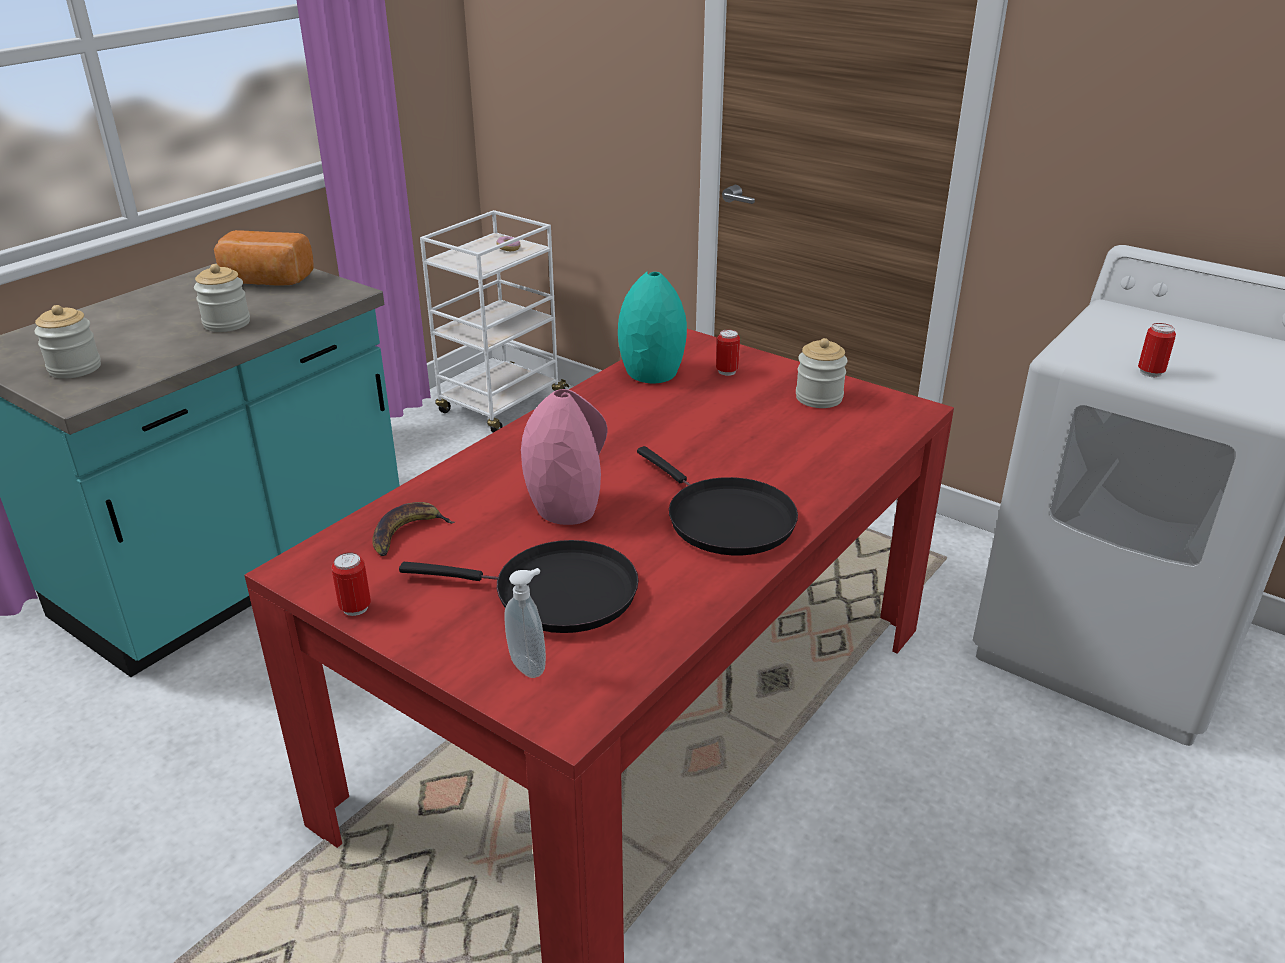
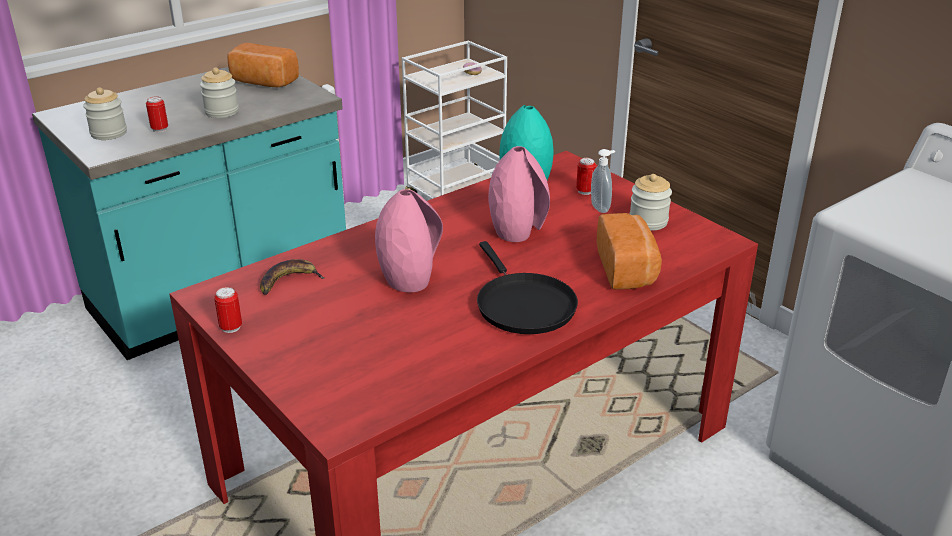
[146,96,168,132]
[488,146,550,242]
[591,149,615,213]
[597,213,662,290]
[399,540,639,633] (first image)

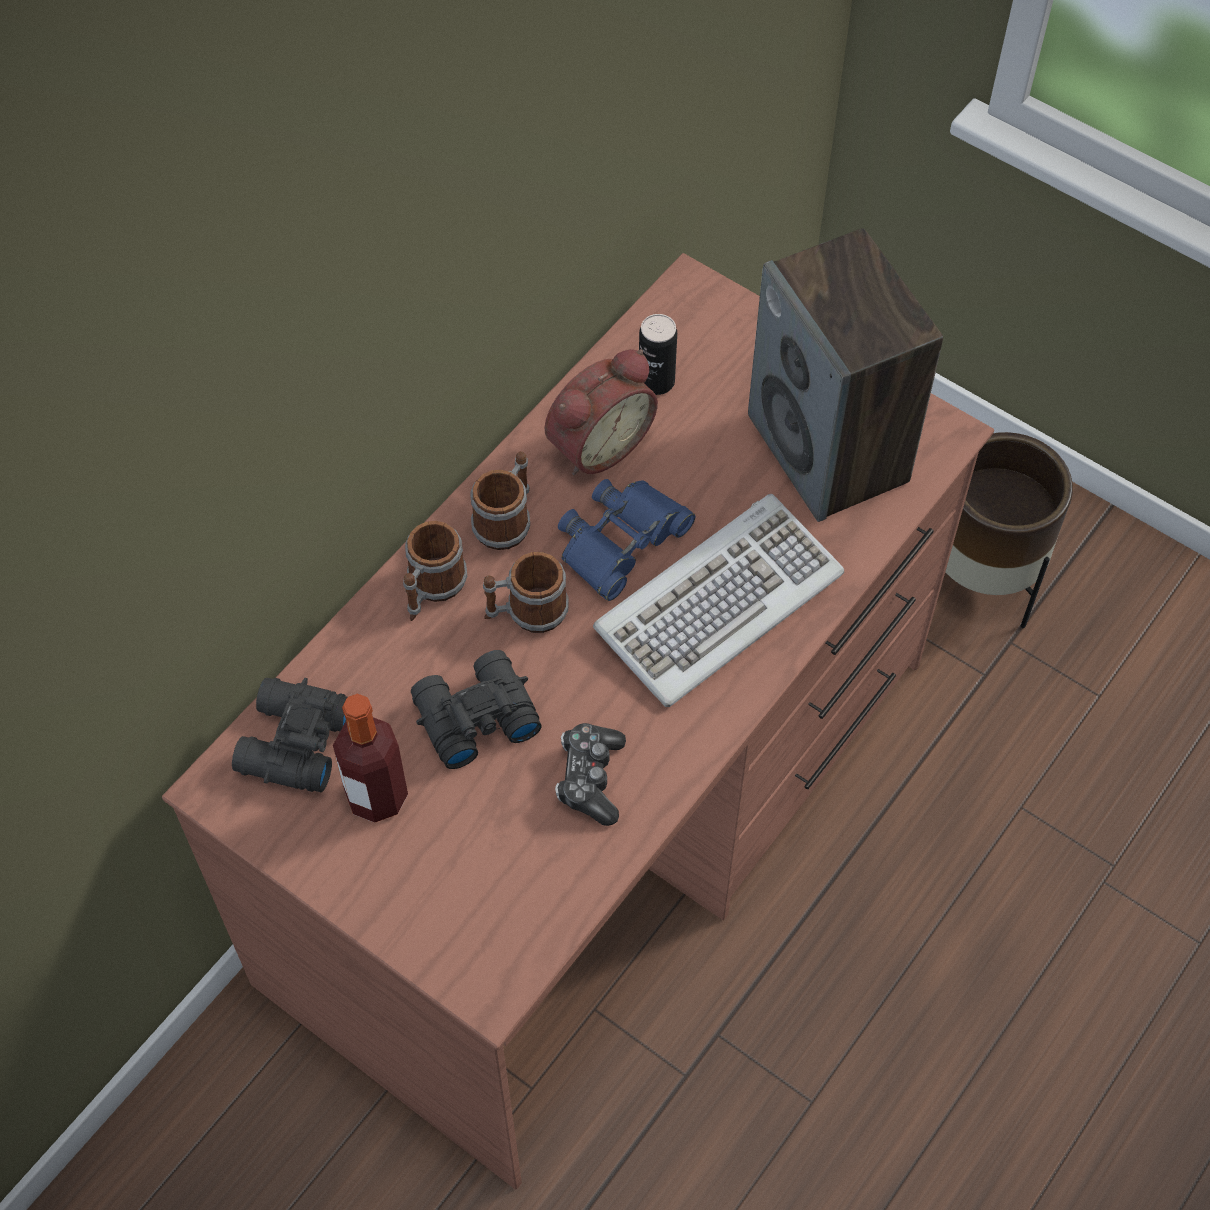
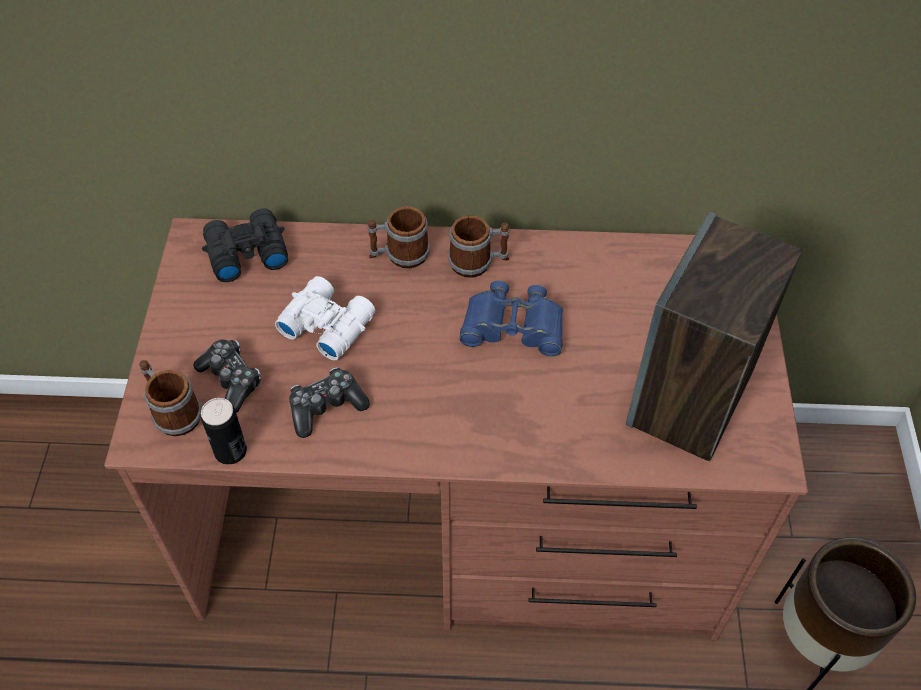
[139,360,202,436]
[193,339,261,413]
[201,398,247,465]
[275,276,375,360]
[333,694,408,823] (first image)
[545,349,658,476] (first image)
[593,494,844,707] (first image)

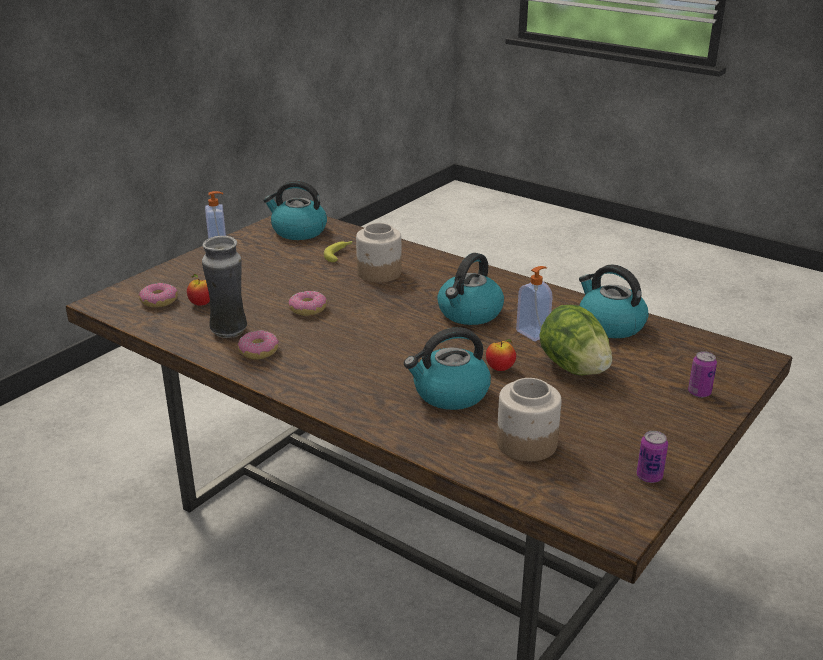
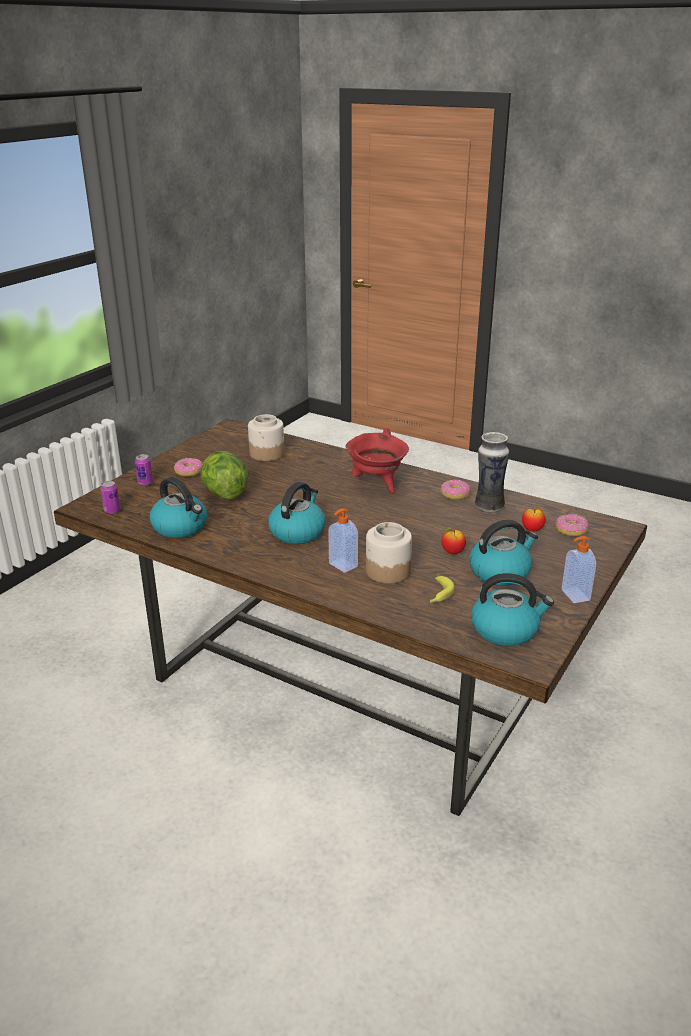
[100,481,120,514]
[174,458,203,477]
[328,508,358,573]
[345,428,409,494]
[441,527,466,554]
[469,519,538,586]

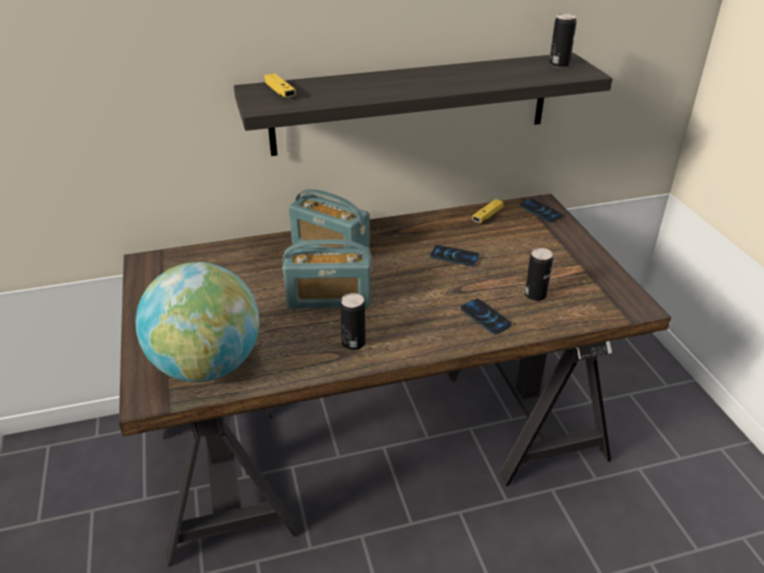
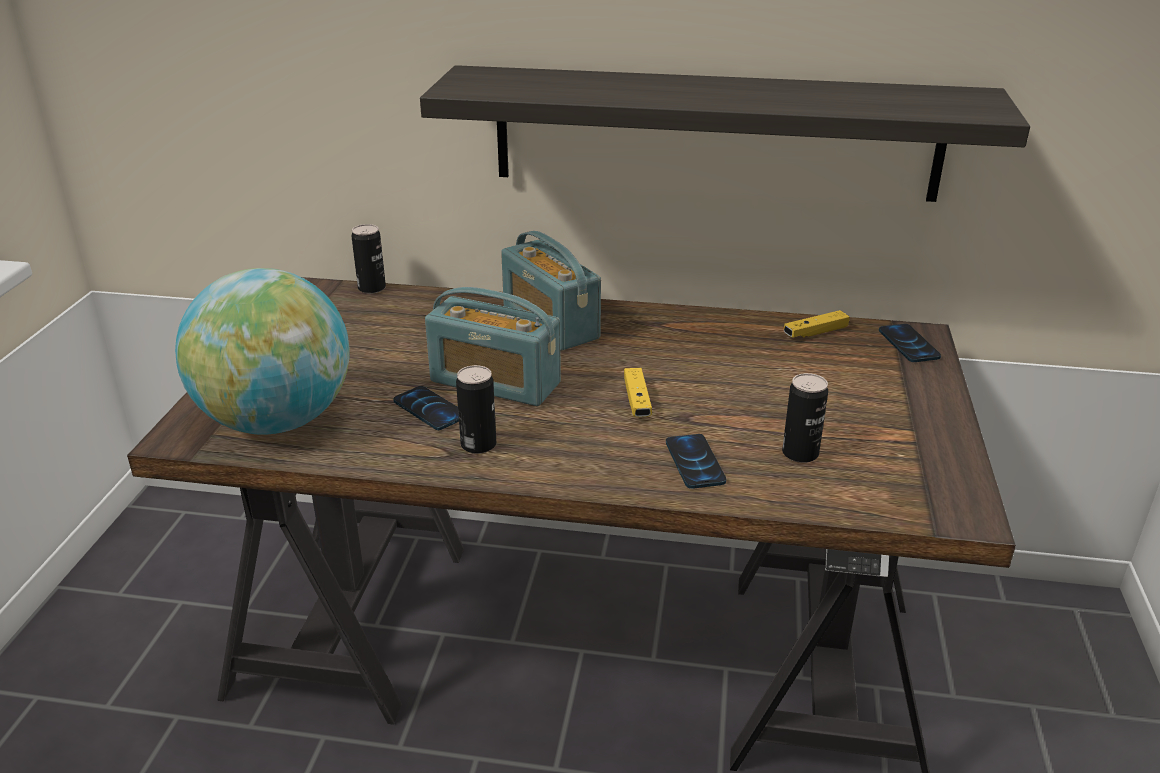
[351,224,386,294]
[393,386,459,430]
[624,368,652,417]

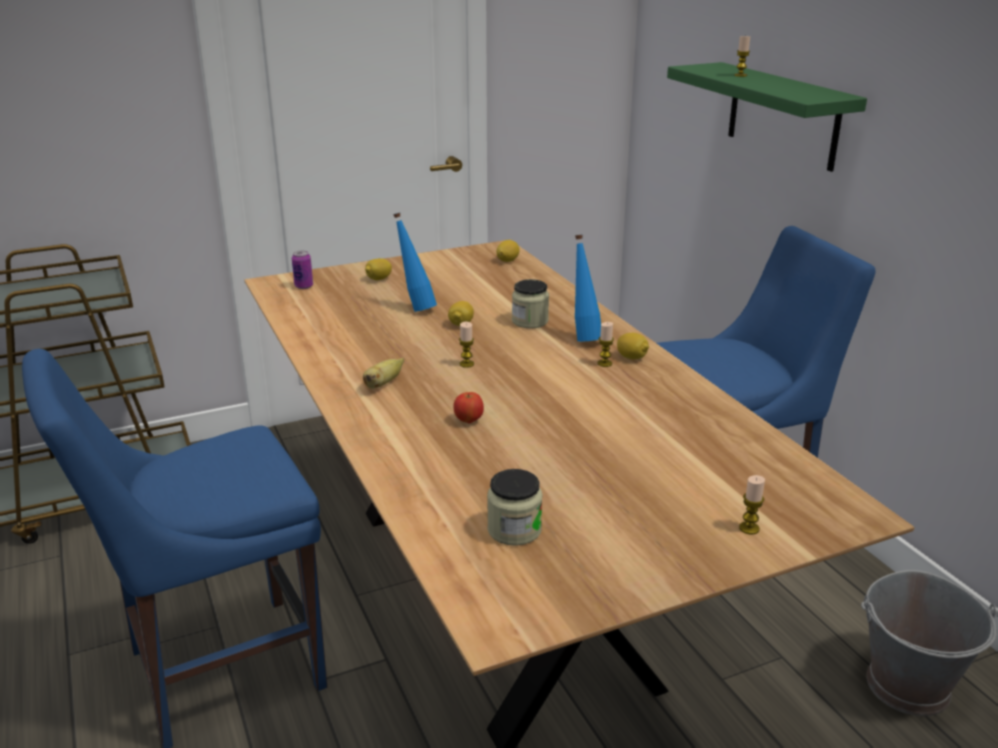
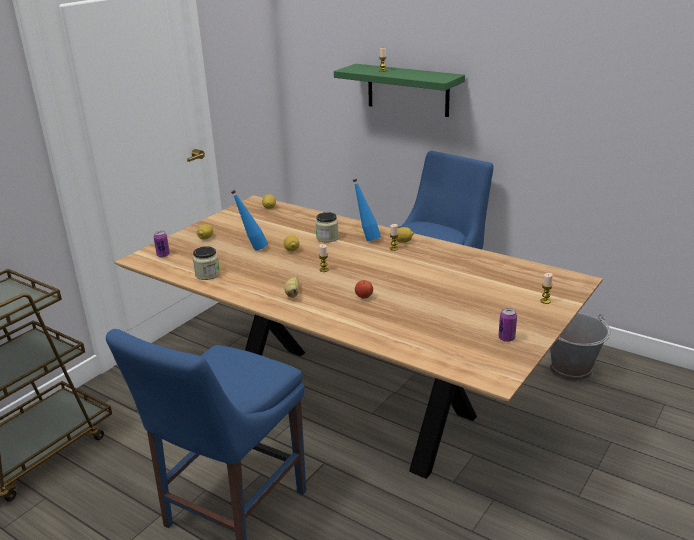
[193,246,220,280]
[499,308,517,342]

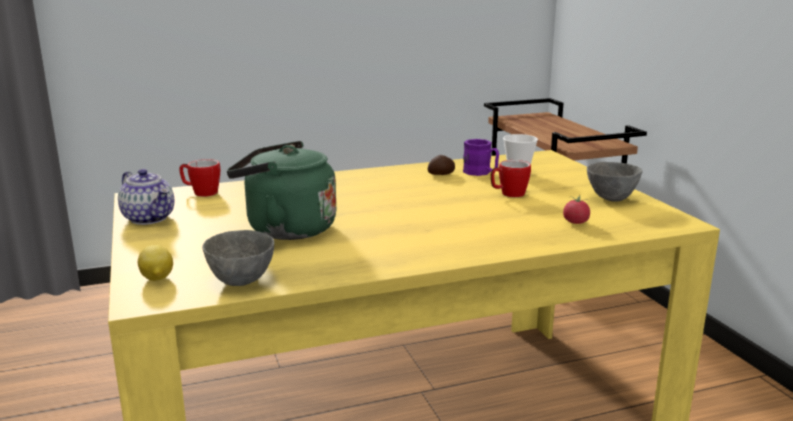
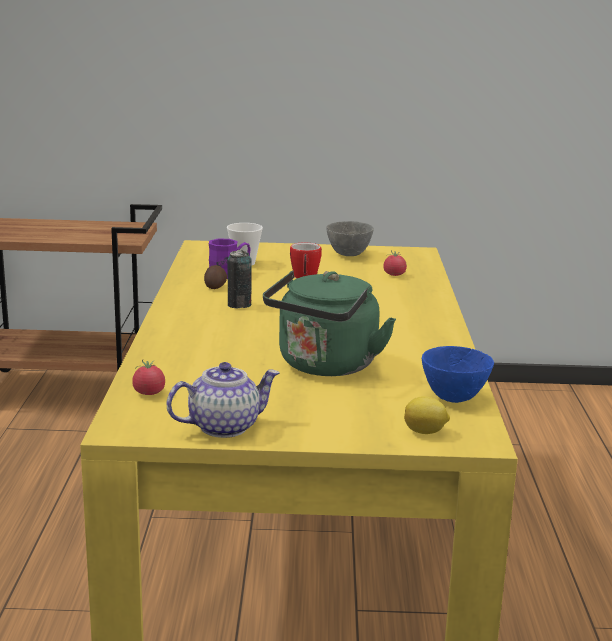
[132,359,165,395]
[228,251,252,308]
[422,346,494,403]

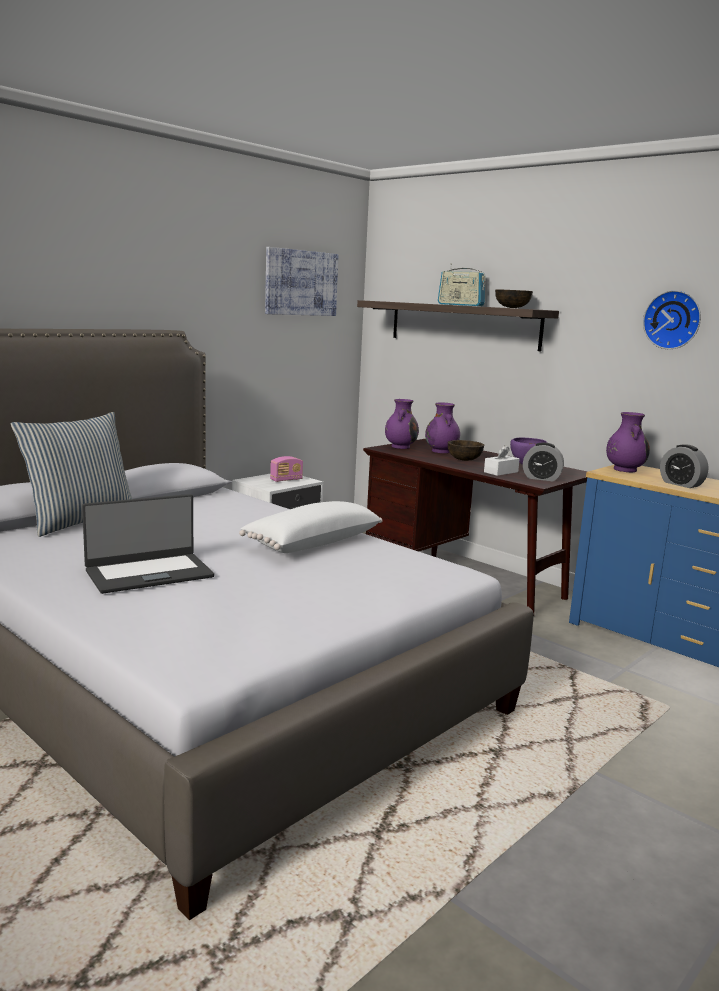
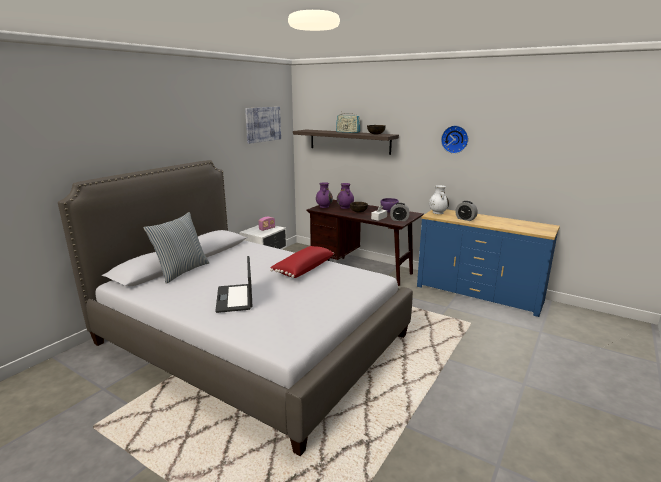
[215,256,253,313]
[270,246,334,278]
[429,185,449,214]

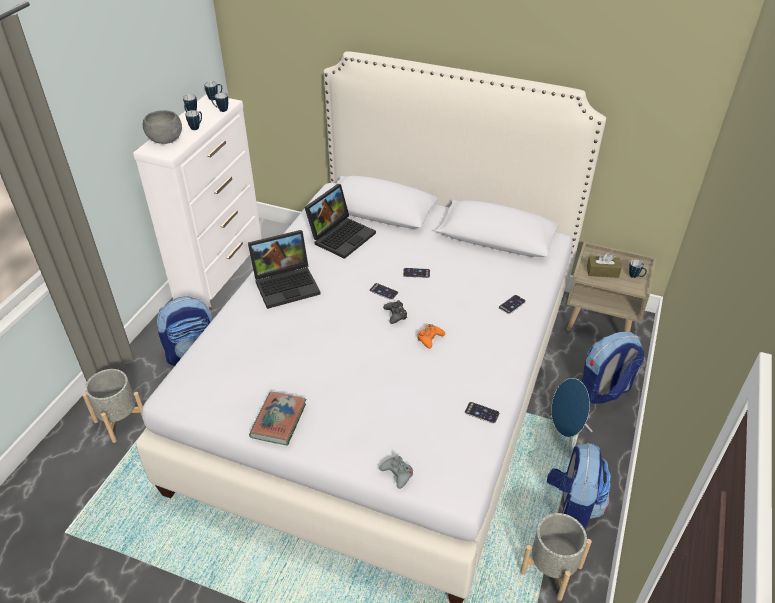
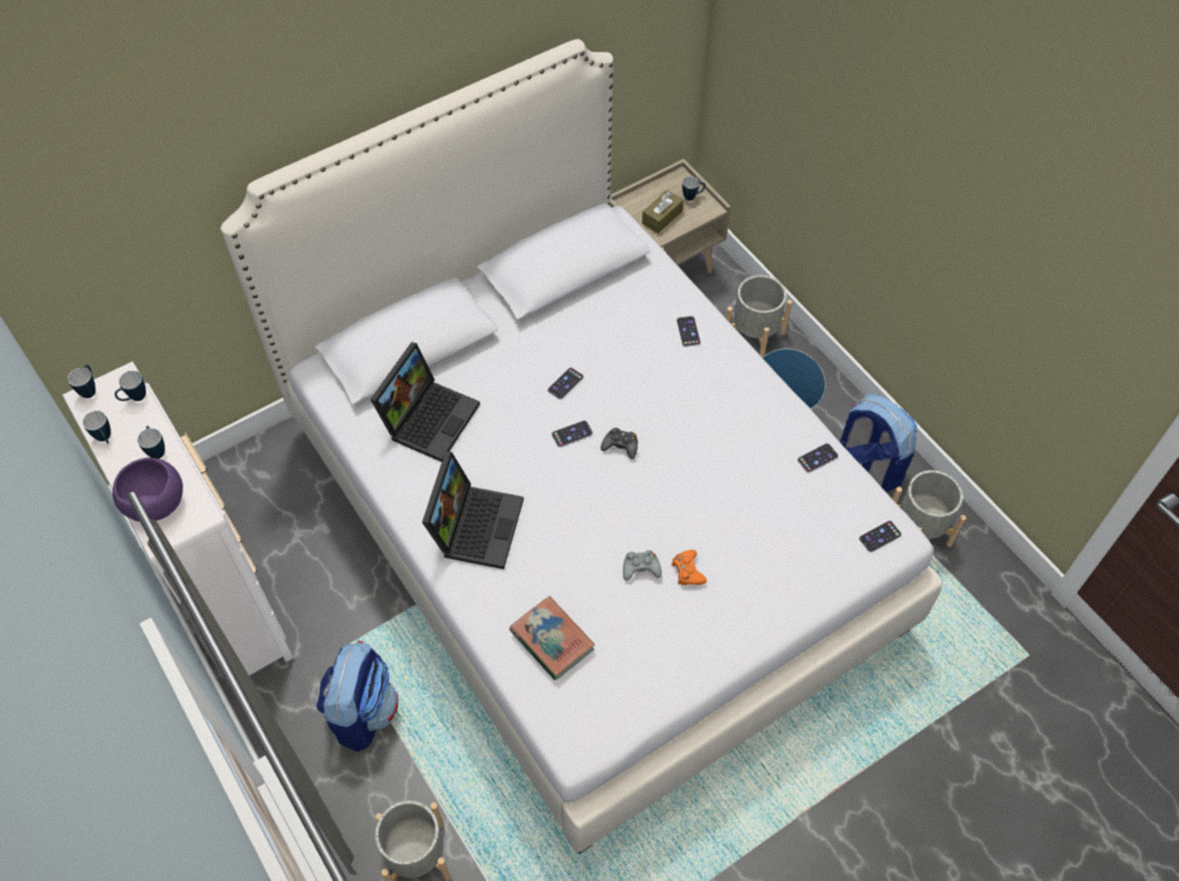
[112,458,183,522]
[370,342,480,462]
[510,596,595,680]
[623,550,662,581]
[671,550,707,585]
[726,275,792,358]
[859,521,902,552]

